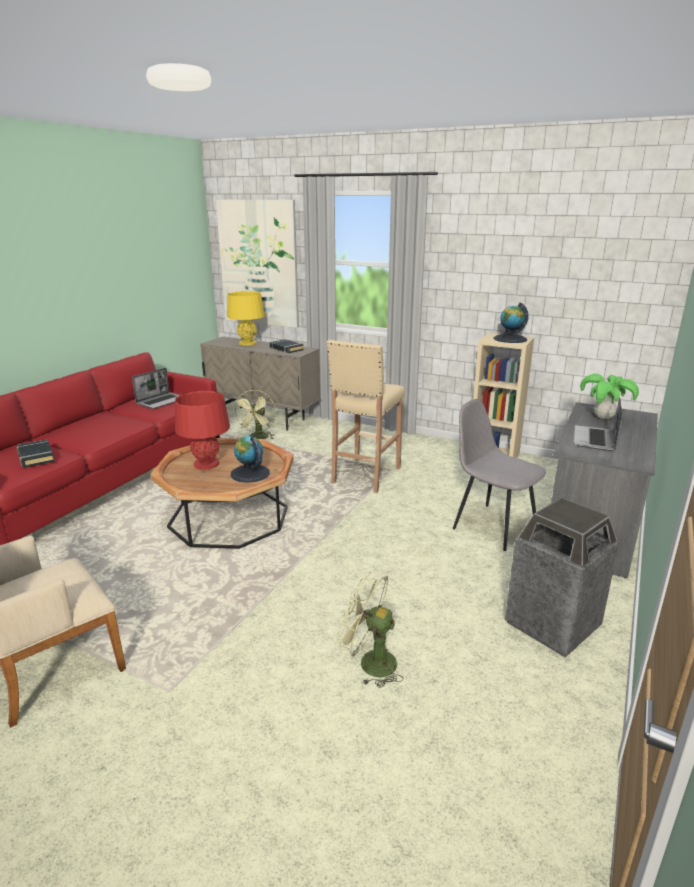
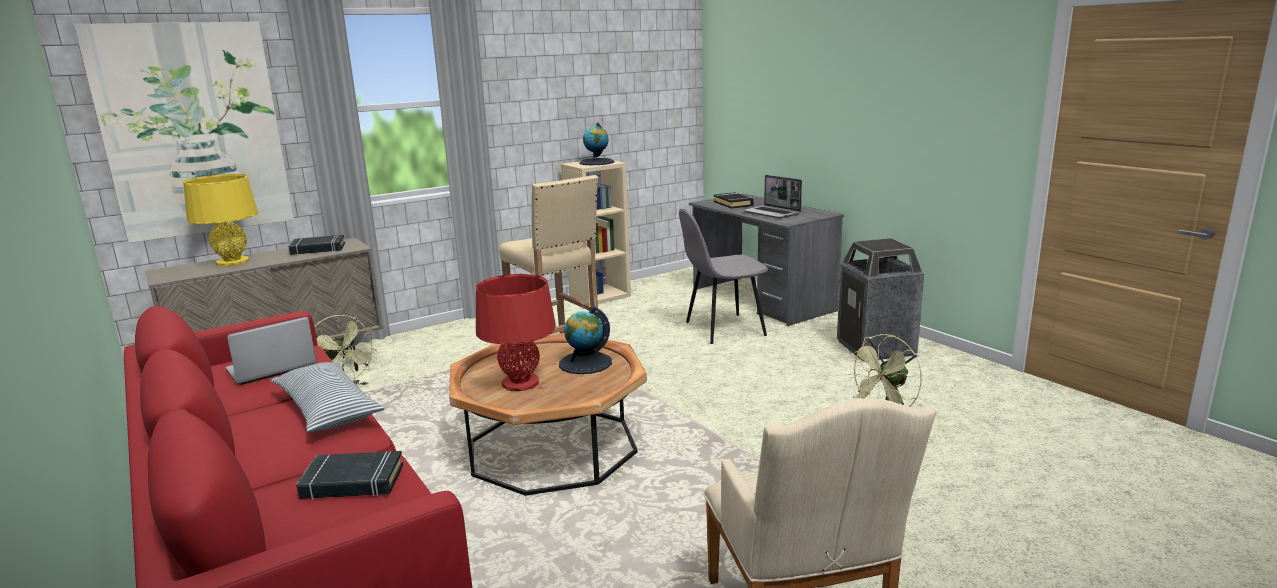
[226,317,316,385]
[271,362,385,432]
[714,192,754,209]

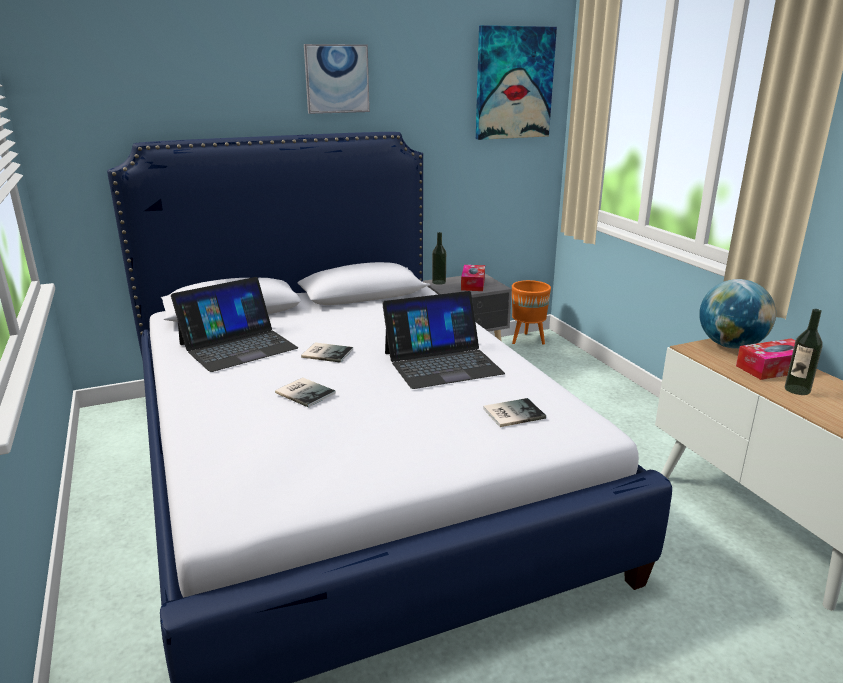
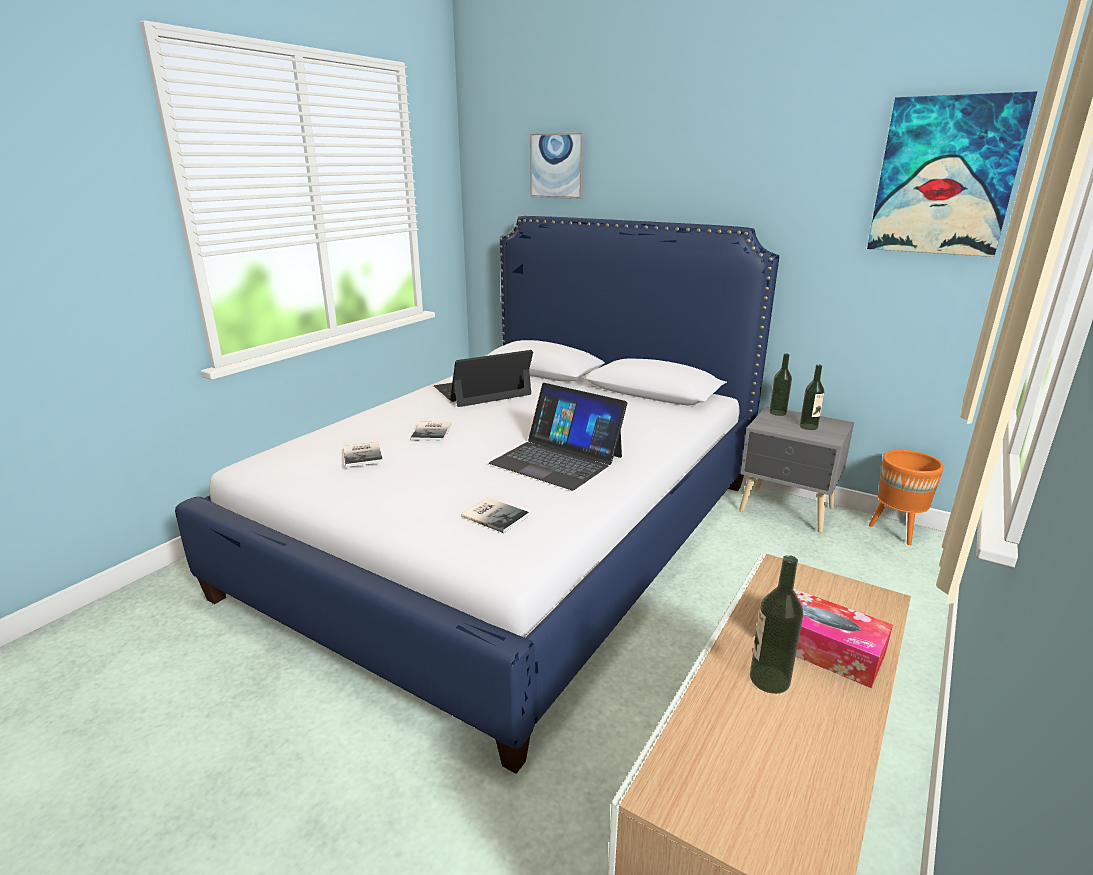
[343,442,383,467]
[434,350,533,407]
[530,132,584,199]
[800,365,824,430]
[699,279,776,349] (first image)

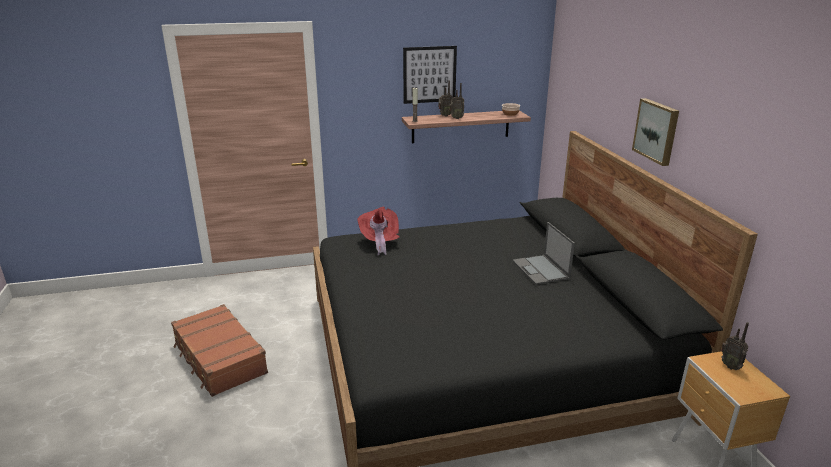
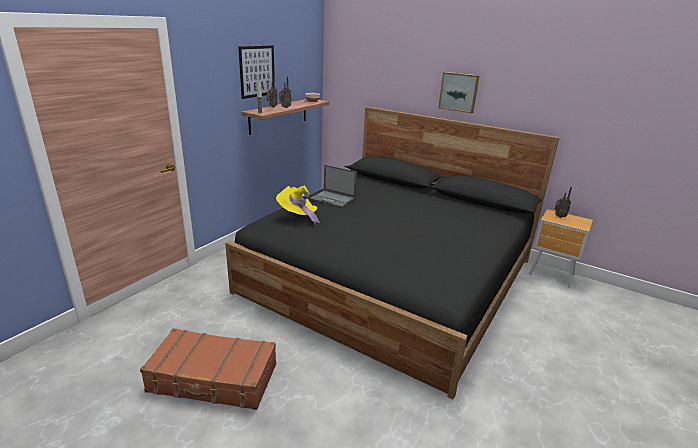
[276,185,320,225]
[310,165,357,207]

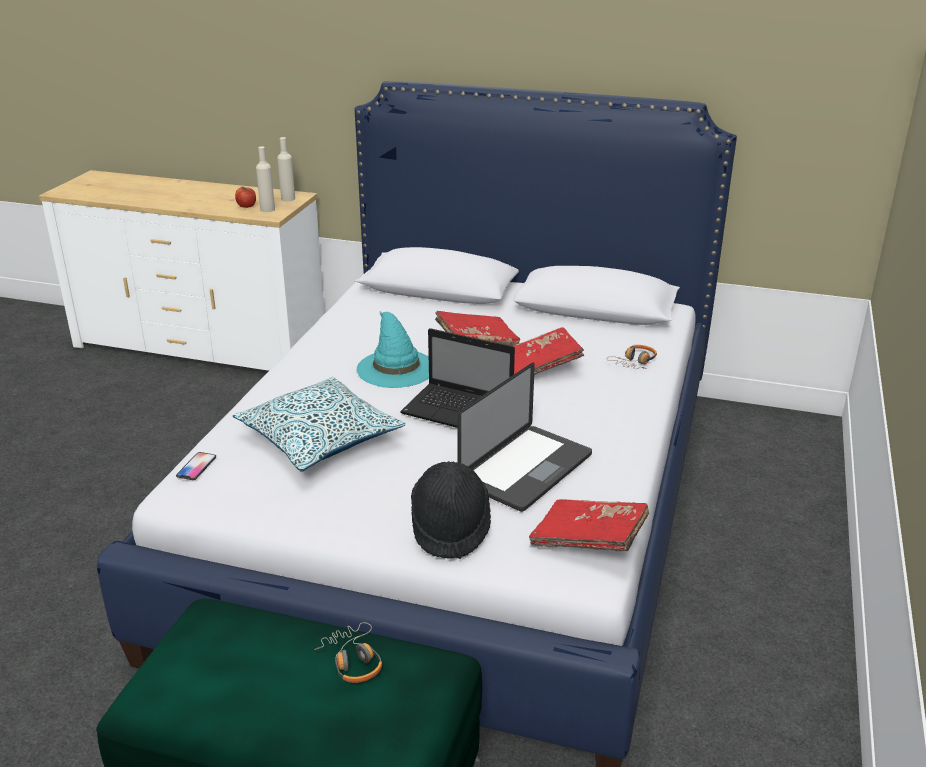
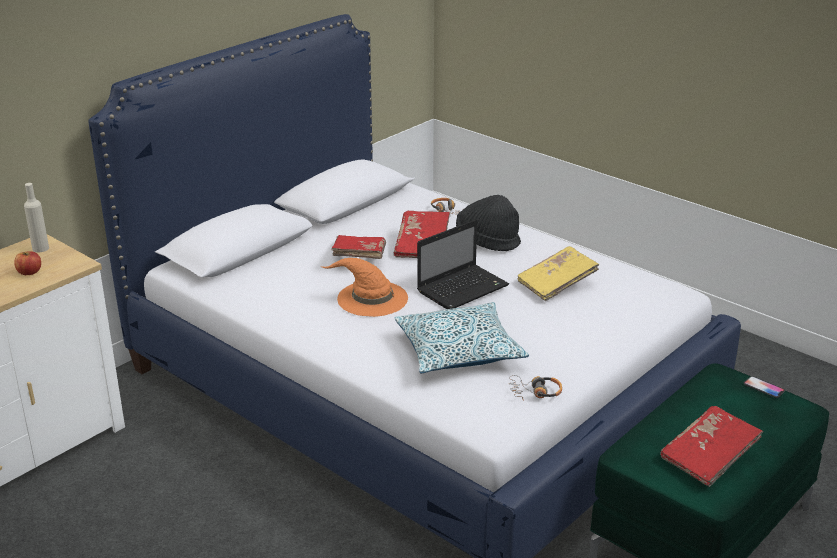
[320,258,408,317]
[456,195,521,251]
[509,375,562,401]
[518,246,599,301]
[660,406,763,487]
[744,376,785,398]
[256,146,275,212] (first image)

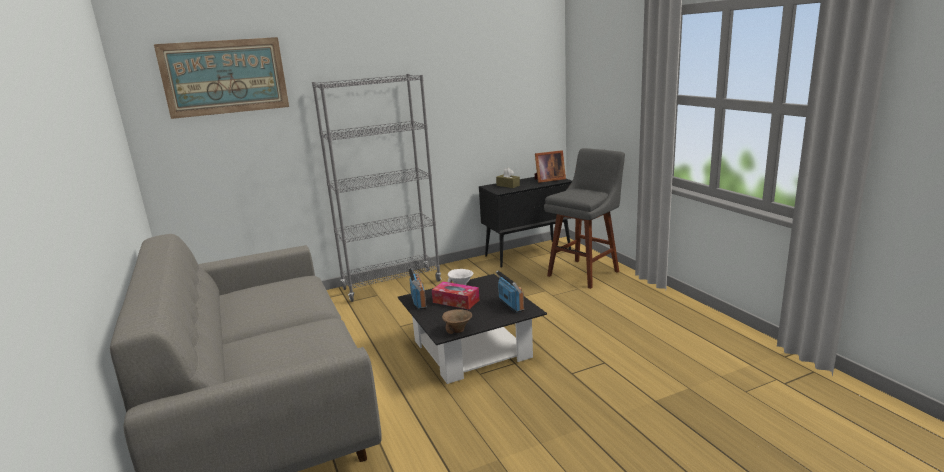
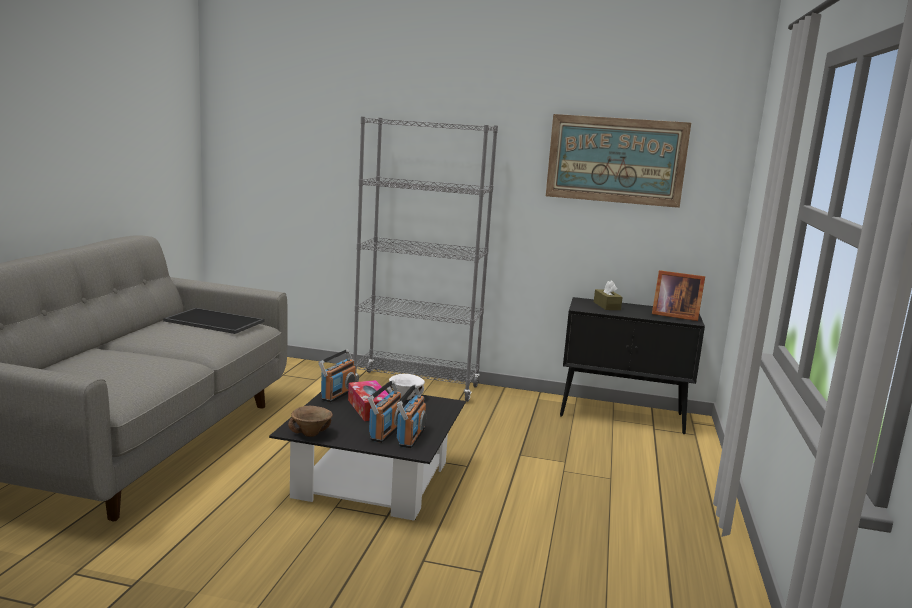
[163,308,264,334]
[368,380,403,443]
[546,114,691,208]
[544,148,625,289] (first image)

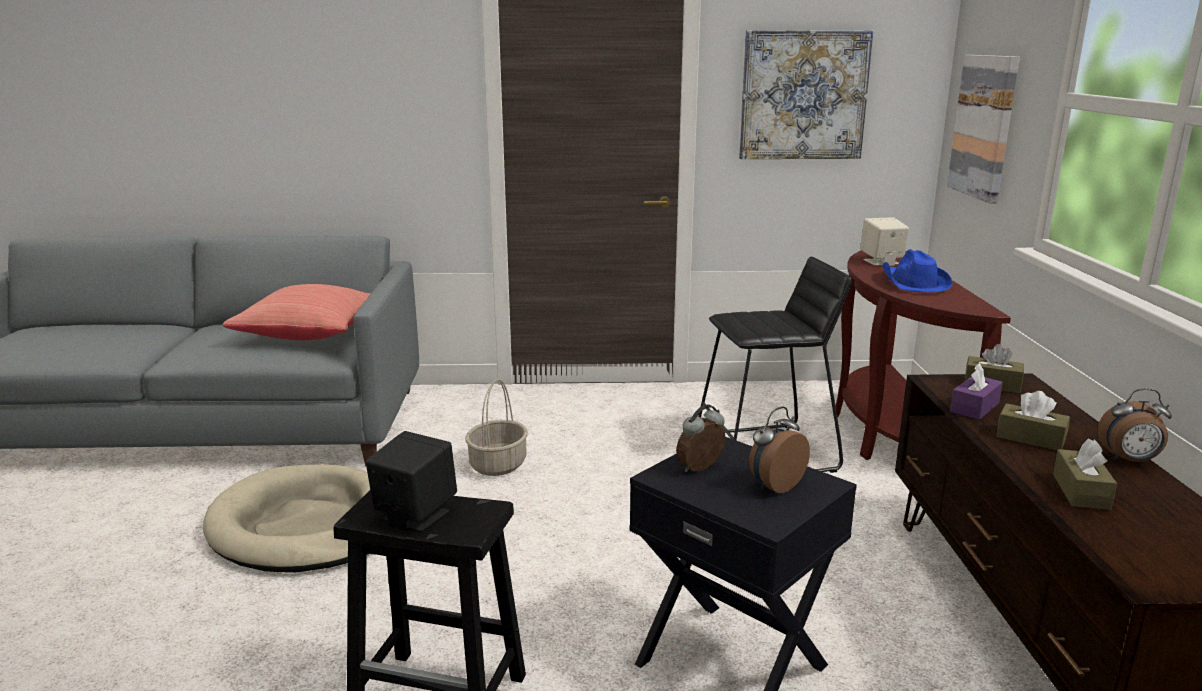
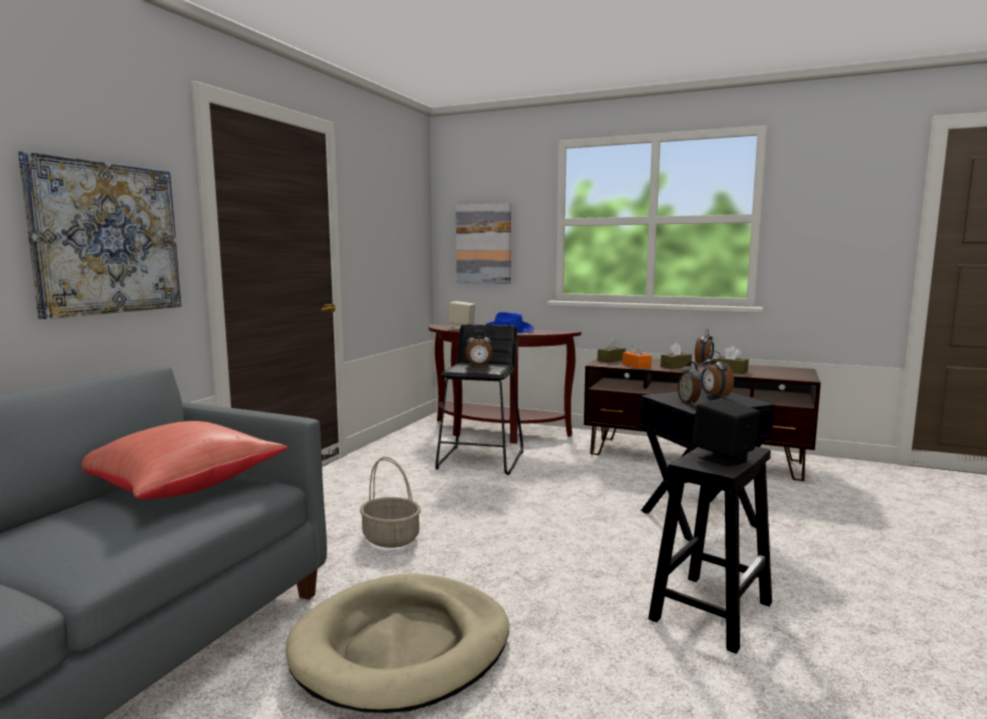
[18,151,181,319]
[466,330,492,366]
[622,342,652,369]

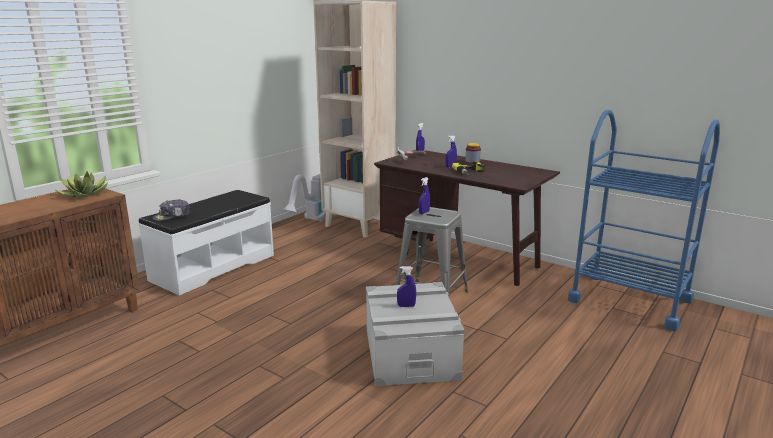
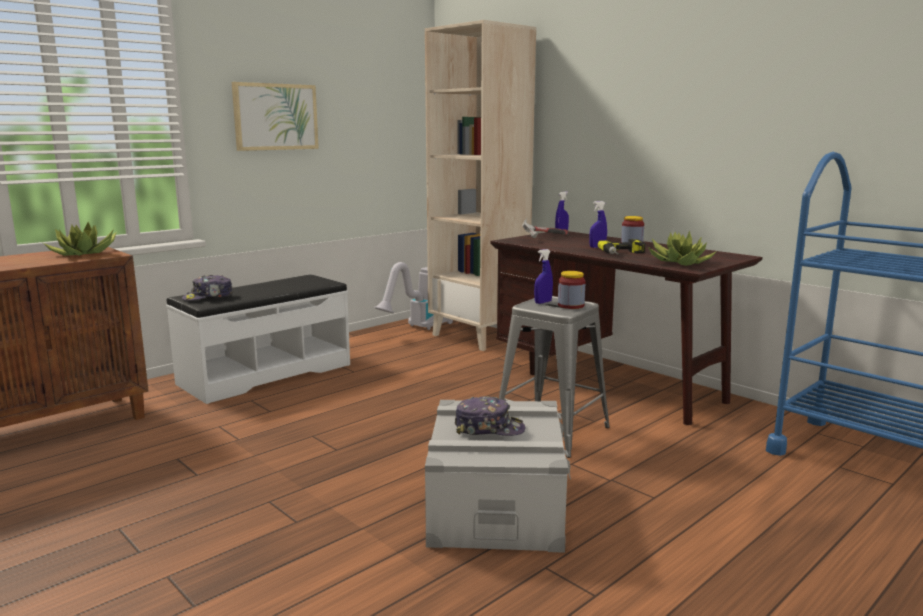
[232,82,319,151]
[455,396,525,436]
[558,271,585,309]
[648,231,717,266]

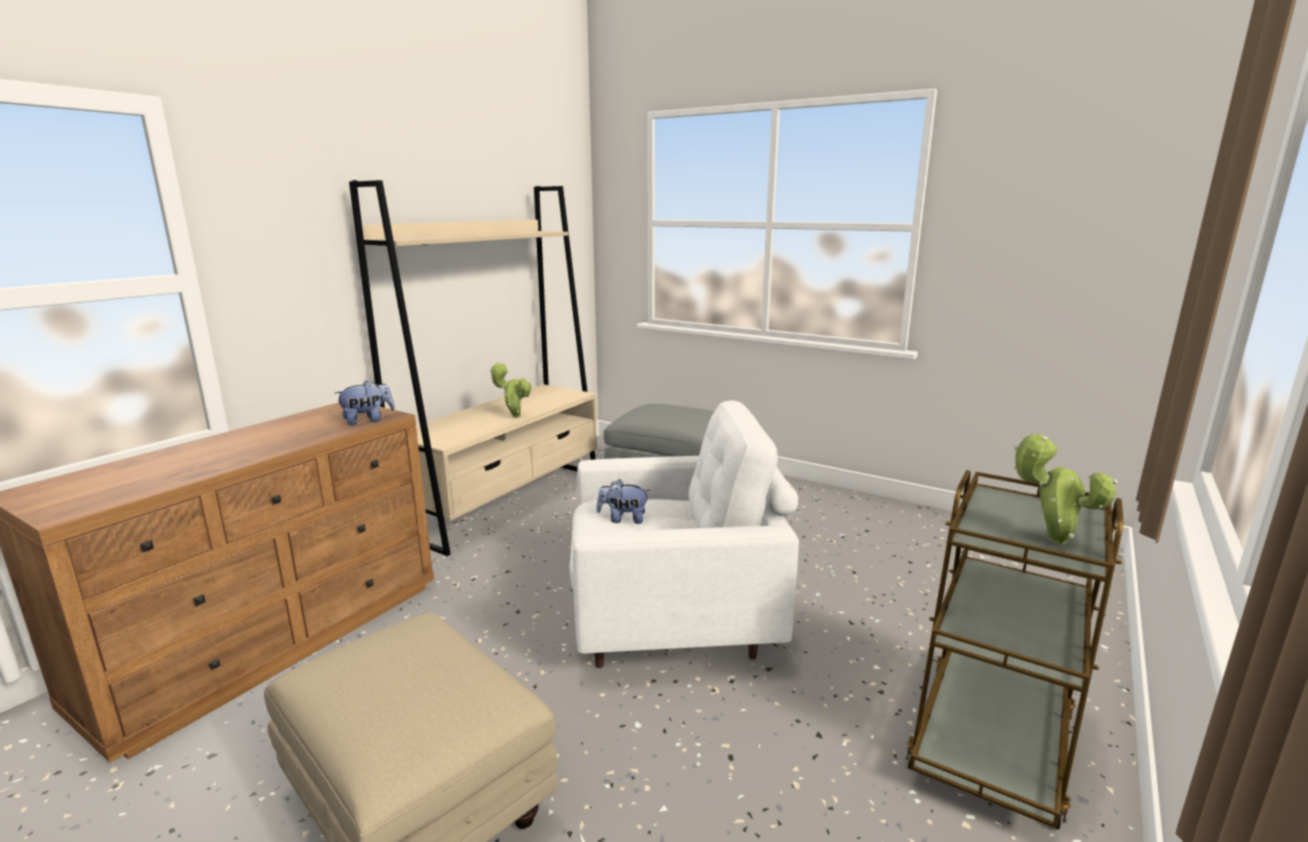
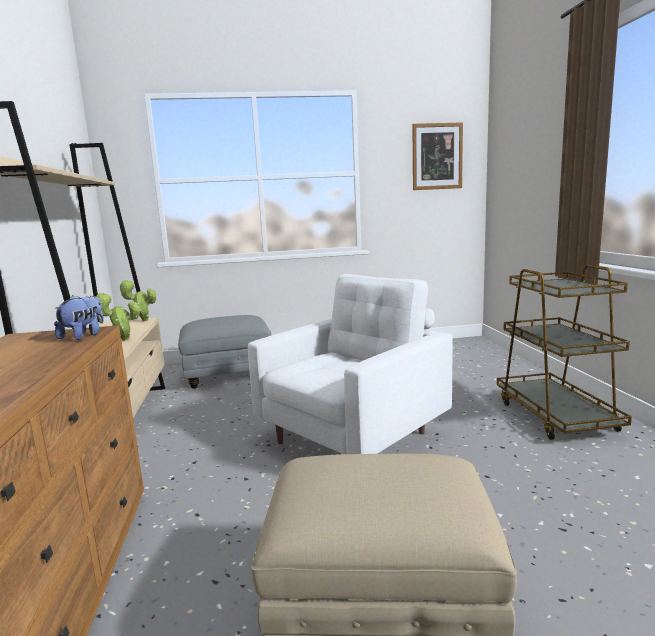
[119,280,156,321]
[412,122,463,190]
[596,479,650,524] (first image)

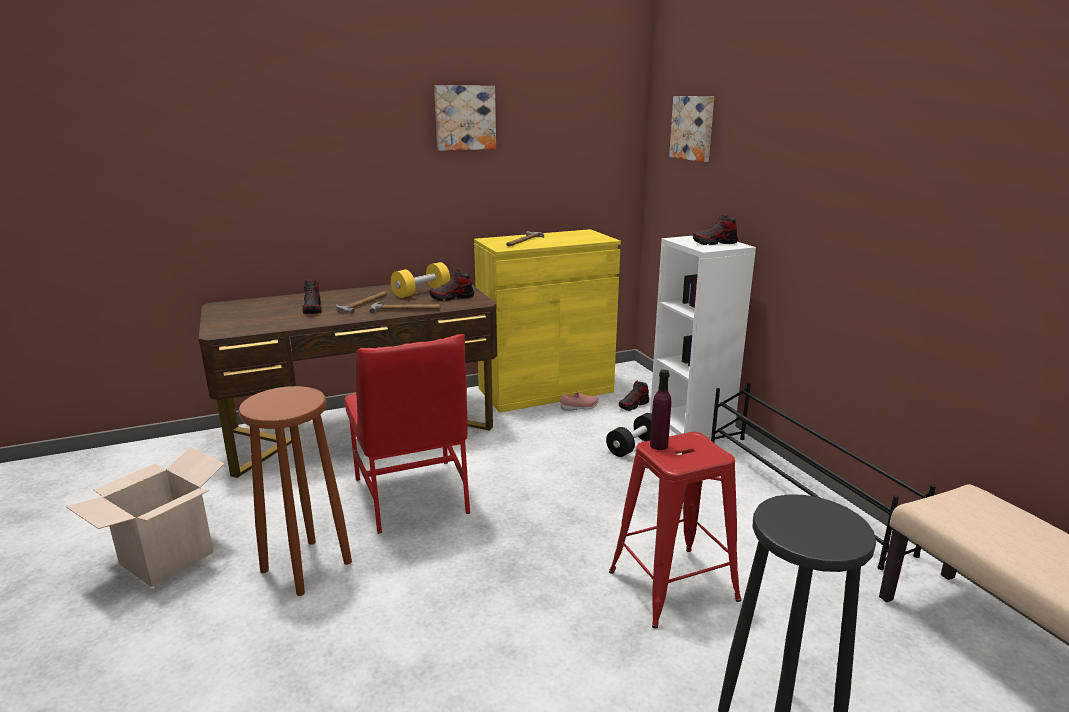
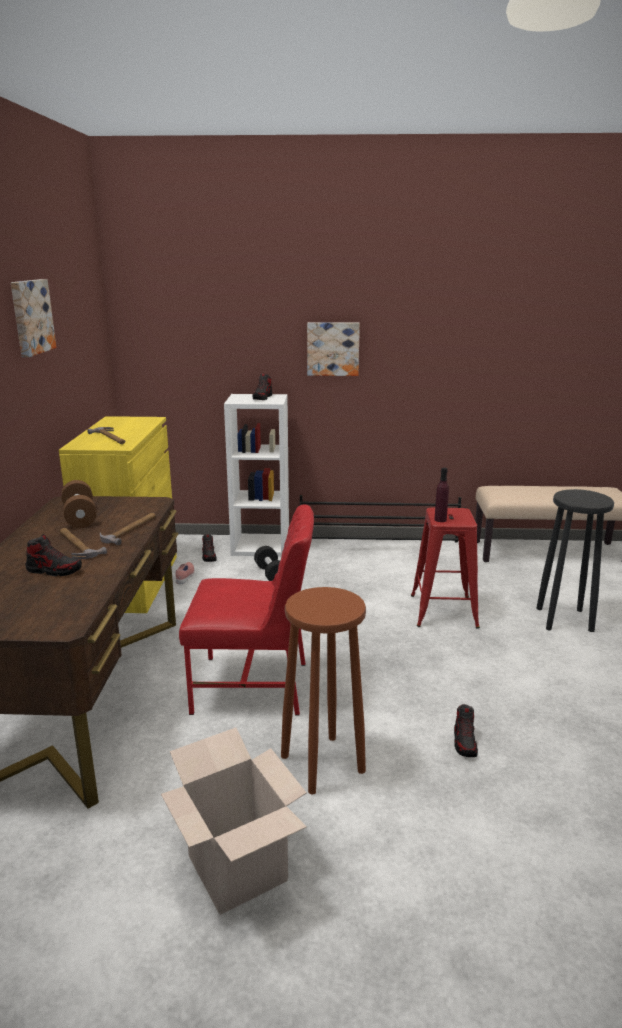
[61,480,97,528]
[307,322,360,376]
[454,704,478,757]

